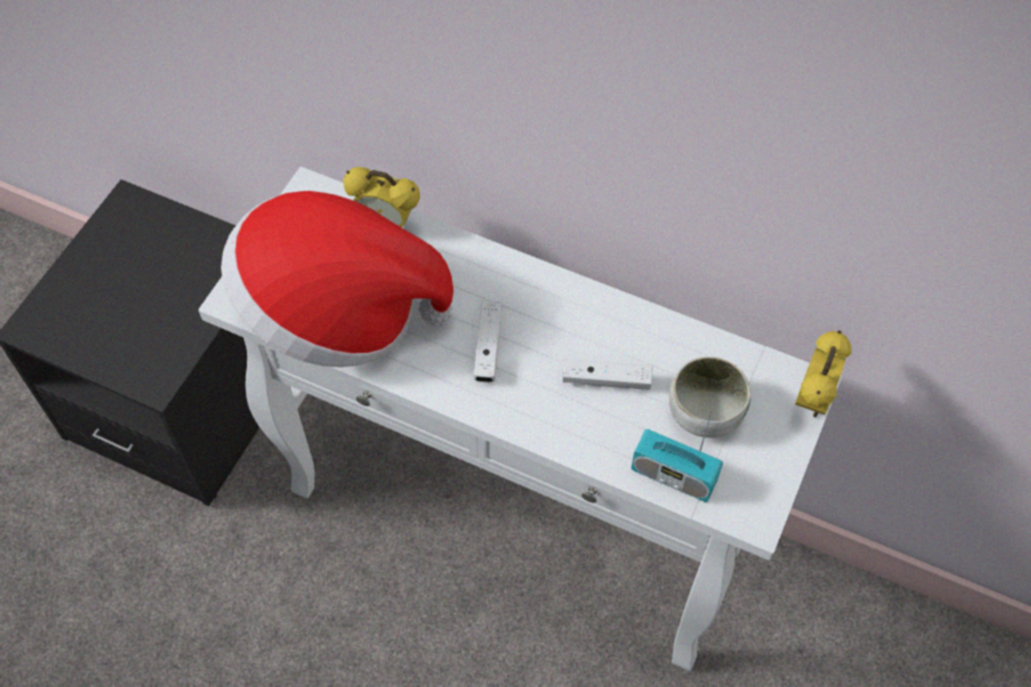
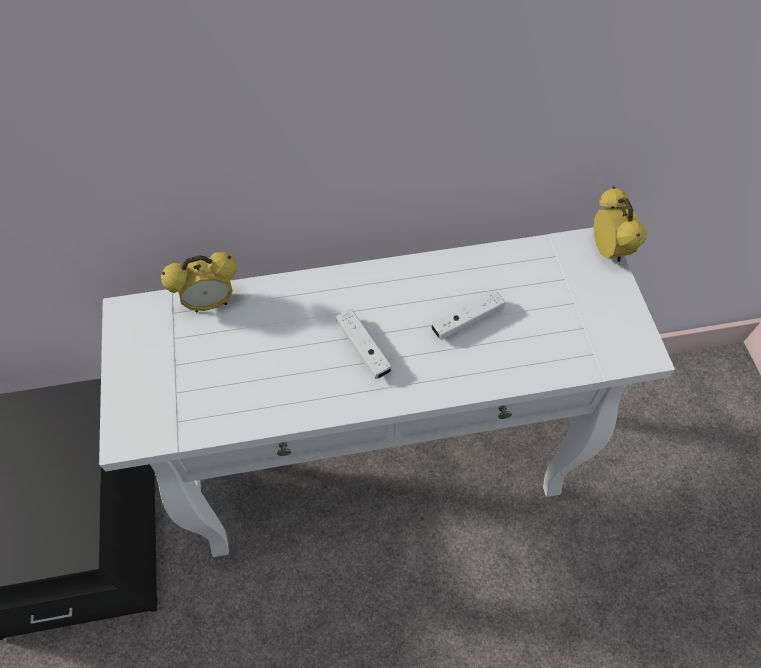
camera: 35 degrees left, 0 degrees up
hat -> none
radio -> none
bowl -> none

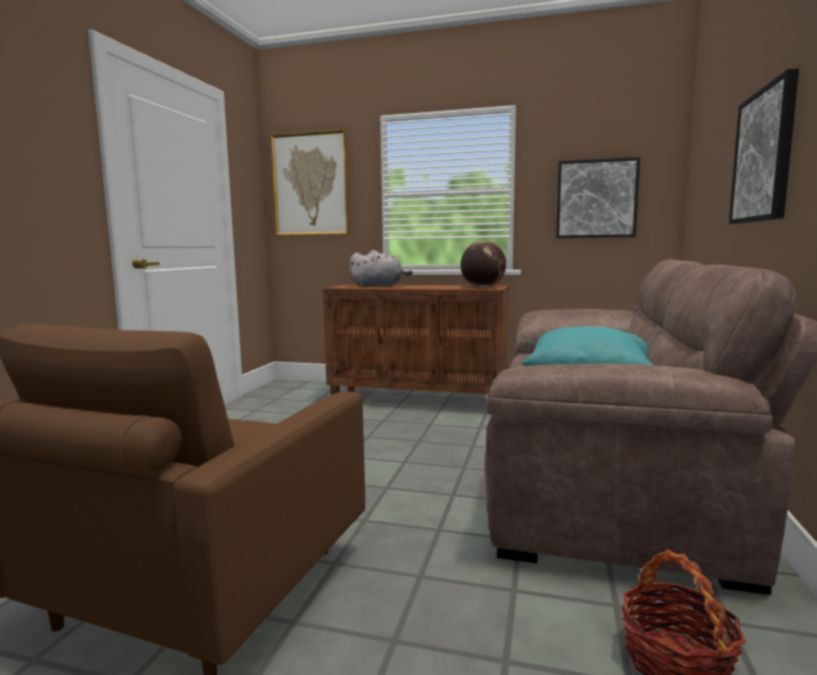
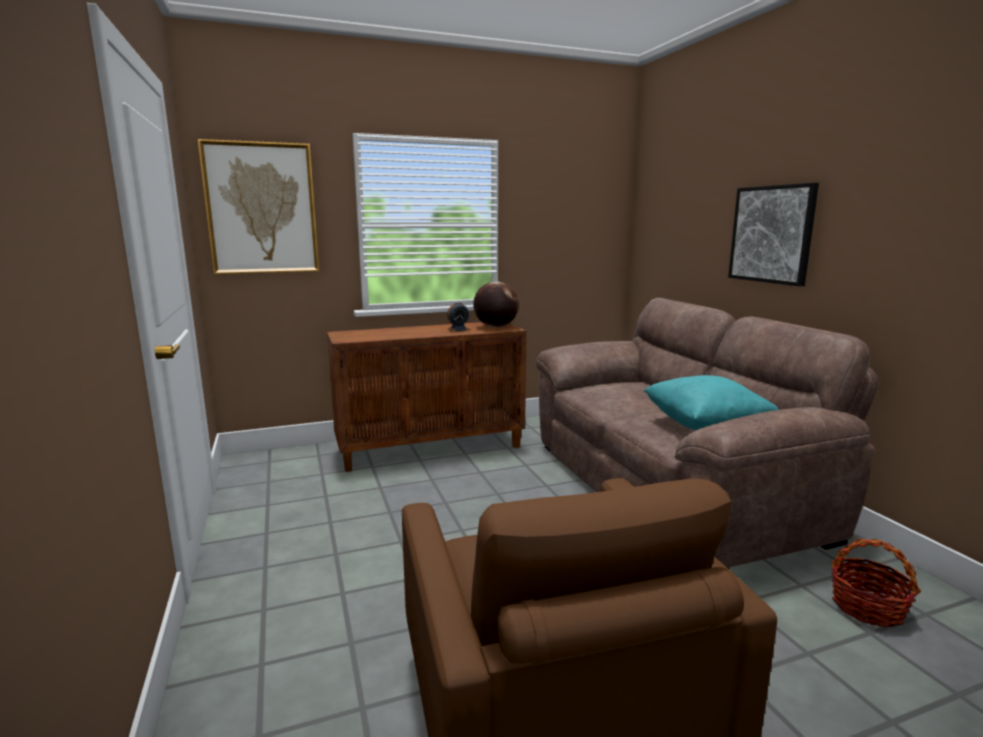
camera: 35 degrees left, 5 degrees up
gray plush toy -> none
wall art (no. 2 from left) -> none
none -> bedside clock

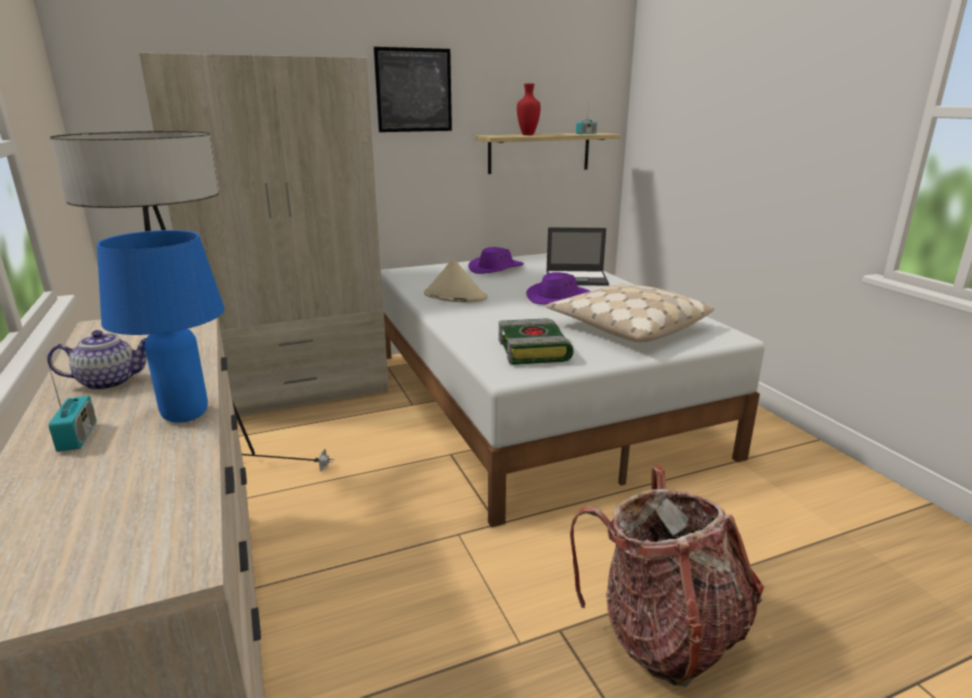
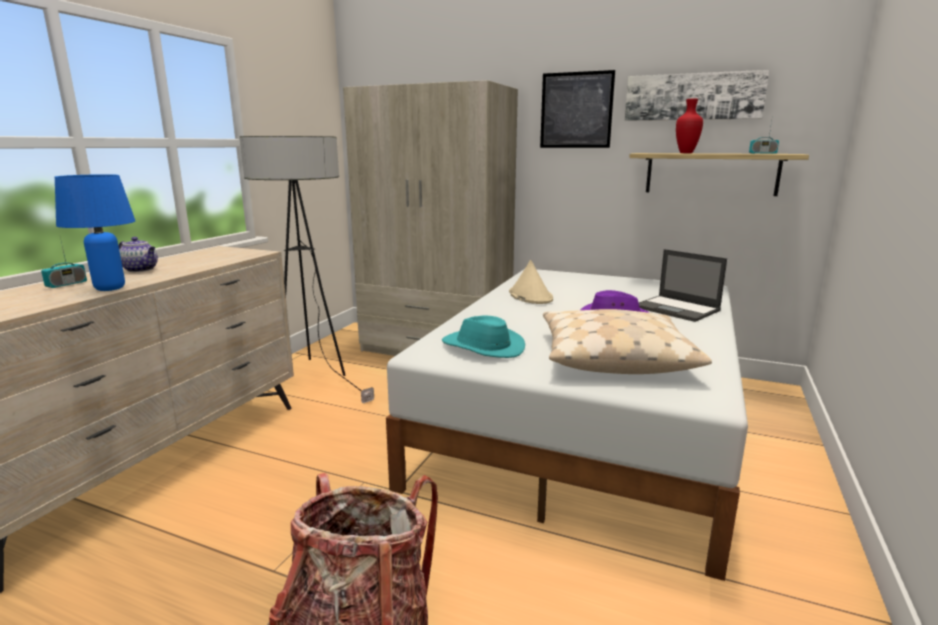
camera: 45 degrees right, 5 degrees down
purple hat (no. 1 from left) -> none
none -> wall art (no. 2 from left)
bound book -> blue-green hat

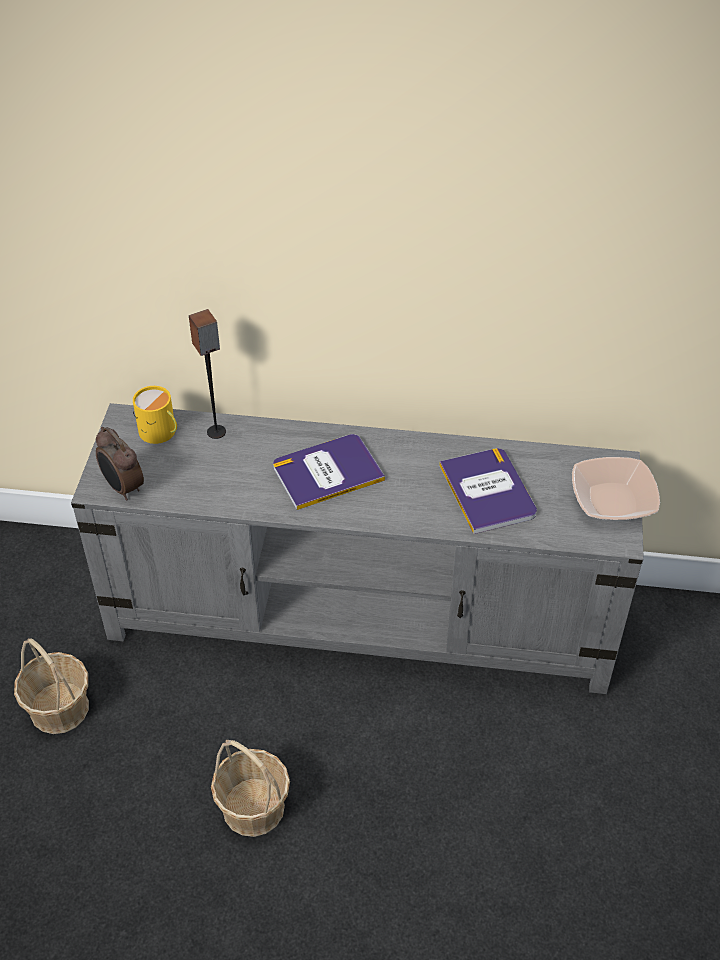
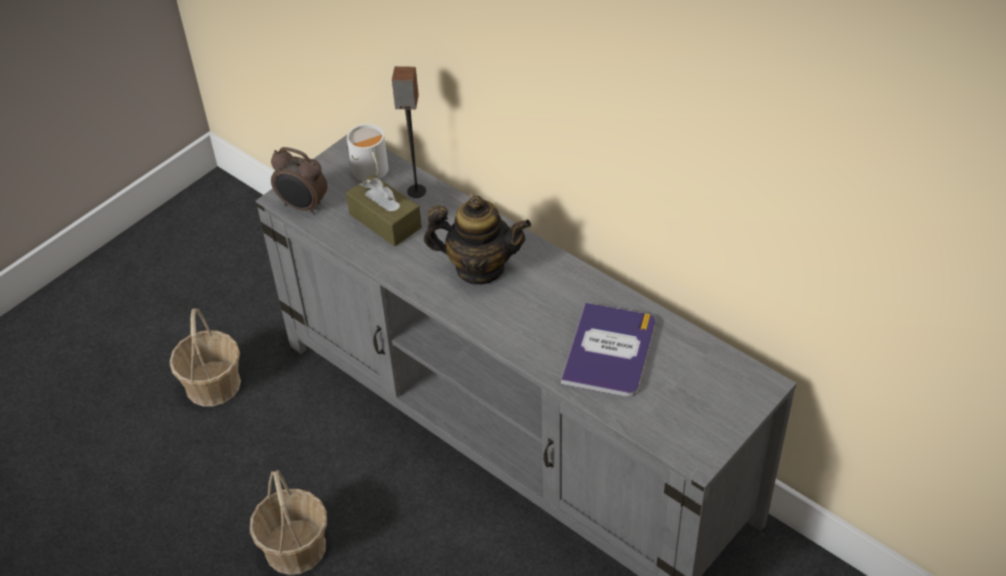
camera: 35 degrees right, 0 degrees up
bowl -> none
none -> brown tissue box
bound book (no. 1 from left) -> pot for tea
yellow-coloured coffee mug -> whitish coffee mug
bedside clock, 60 degrees counterclockwise

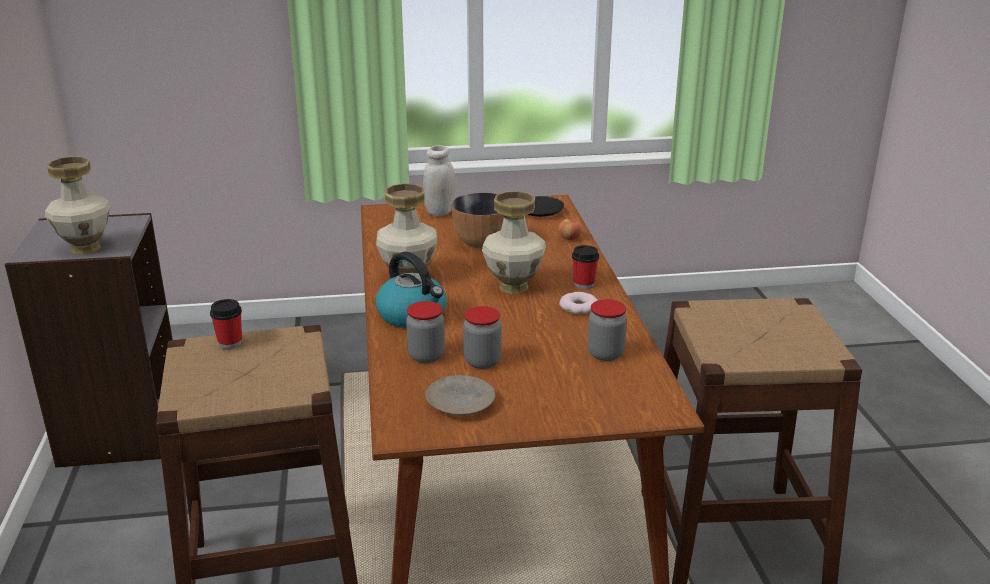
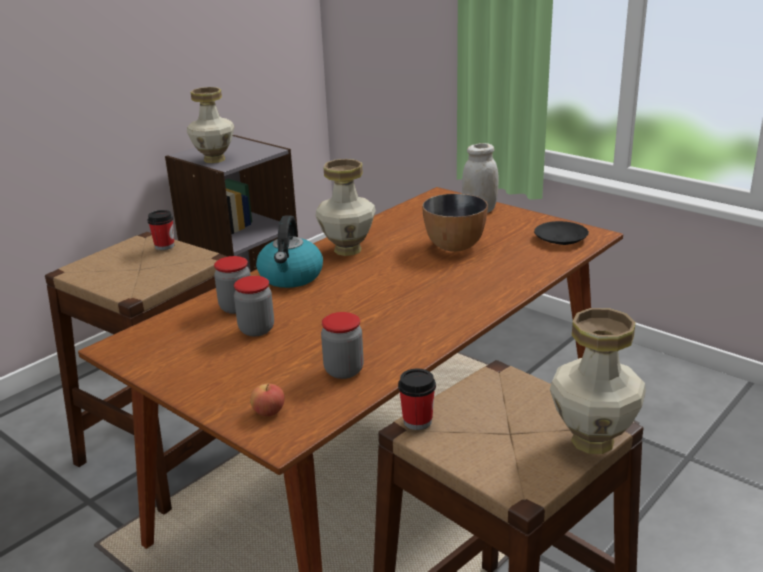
camera: 50 degrees right, 0 degrees up
beige flat dish -> none
ring doughnut -> none
flower vase (no. 3 from left), shifted
apple, shifted
cup (no. 2 from left), shifted

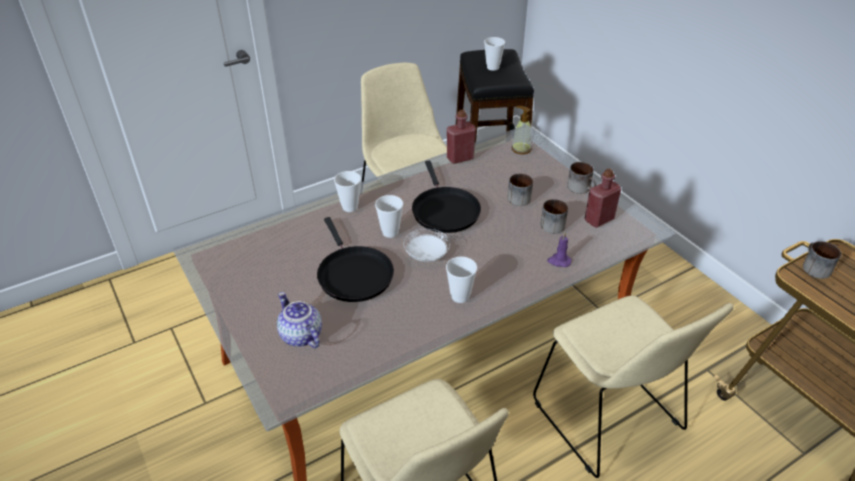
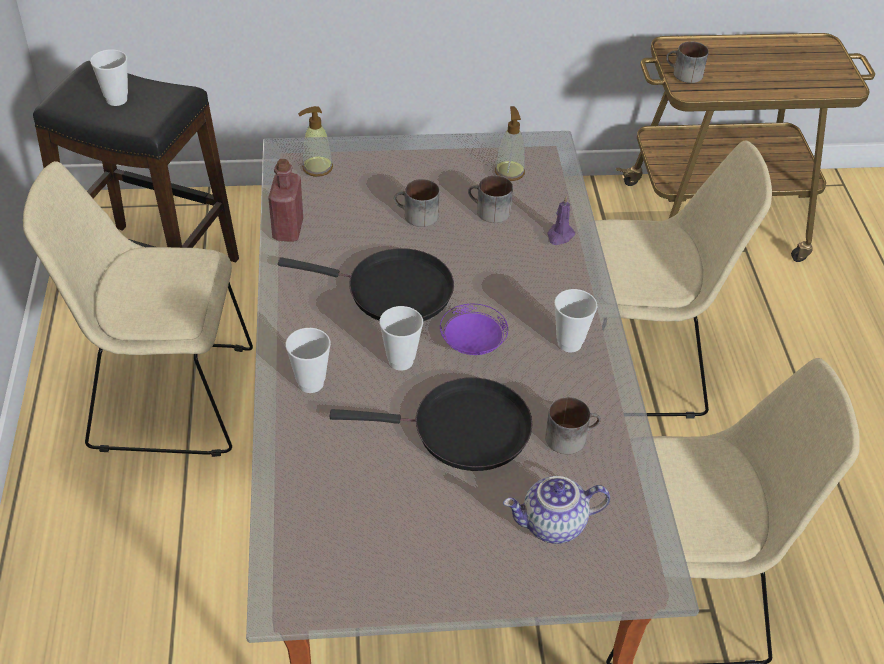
camera: 65 degrees left, 5 degrees up
coffee mug (no. 3 from left), shifted
red drink bottle (no. 2 from left) -> soap bottle (no. 2 from left)
whitish flat dish -> purple flat dish

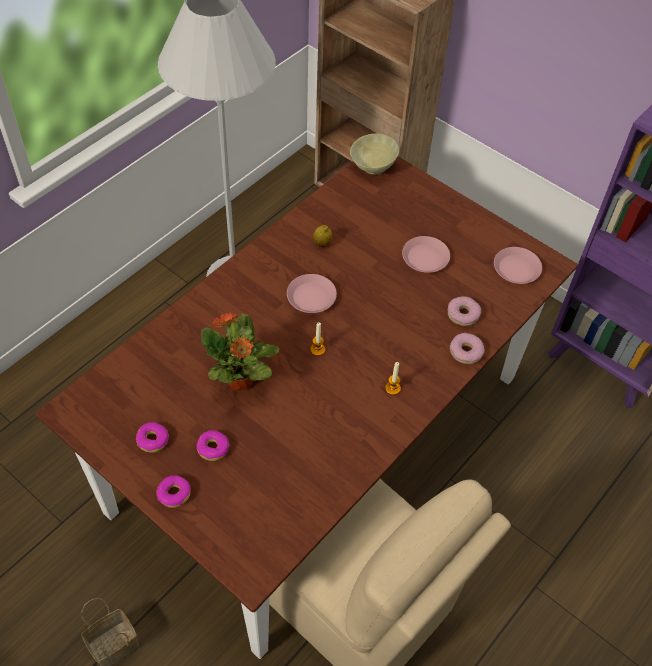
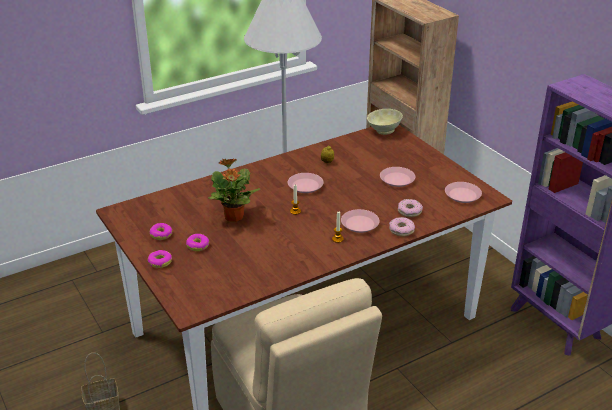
camera: 20 degrees right, 20 degrees down
none -> pink flat dish (no. 2 from left)

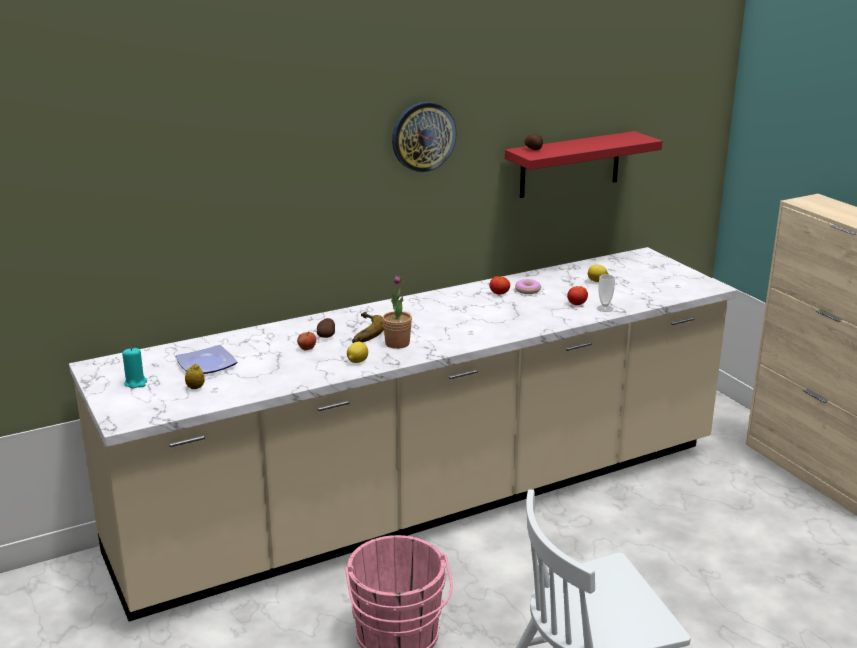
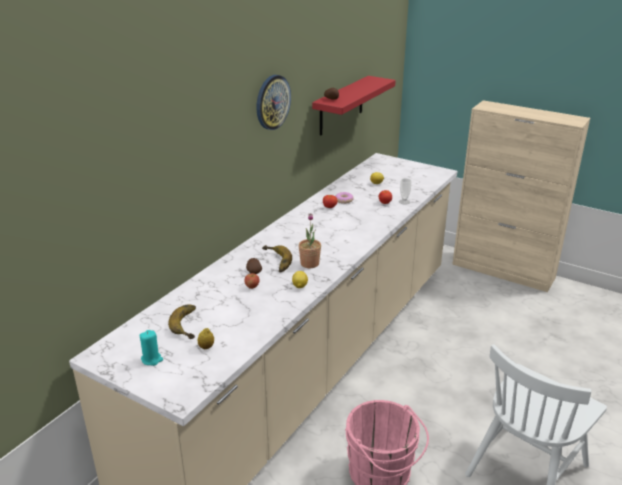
camera: 30 degrees left, 5 degrees up
flat dish -> whole banana (no. 1 from left)

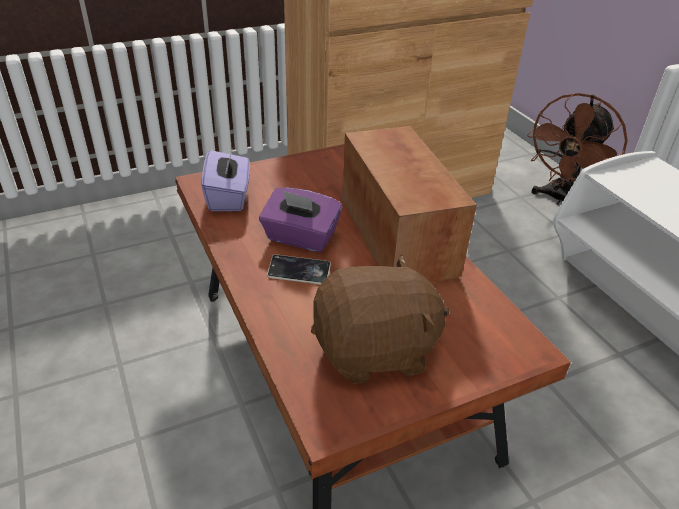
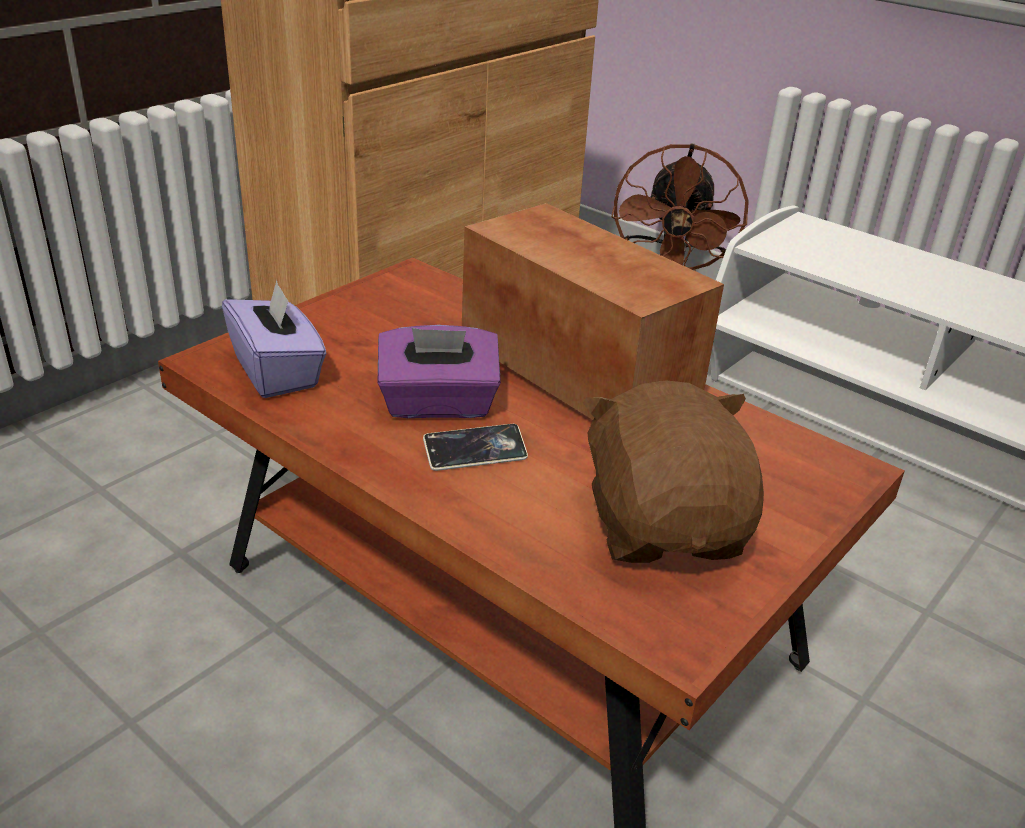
camera: 25 degrees left, 5 degrees down
brown plush toy, 60 degrees counterclockwise

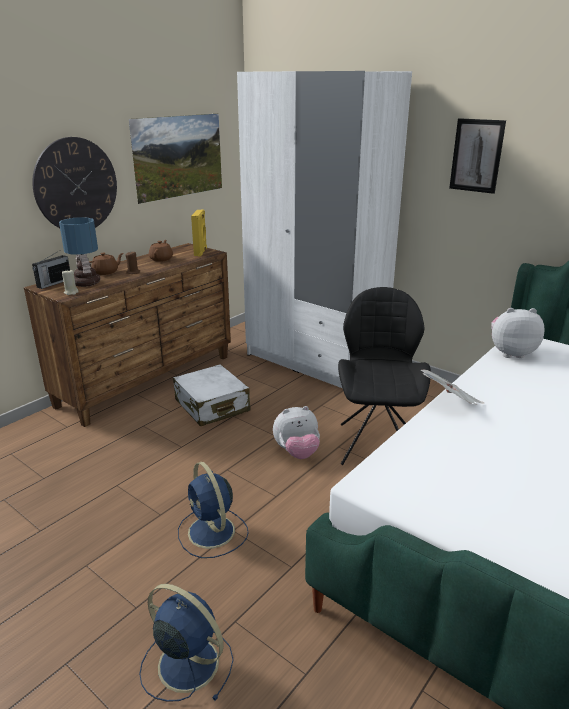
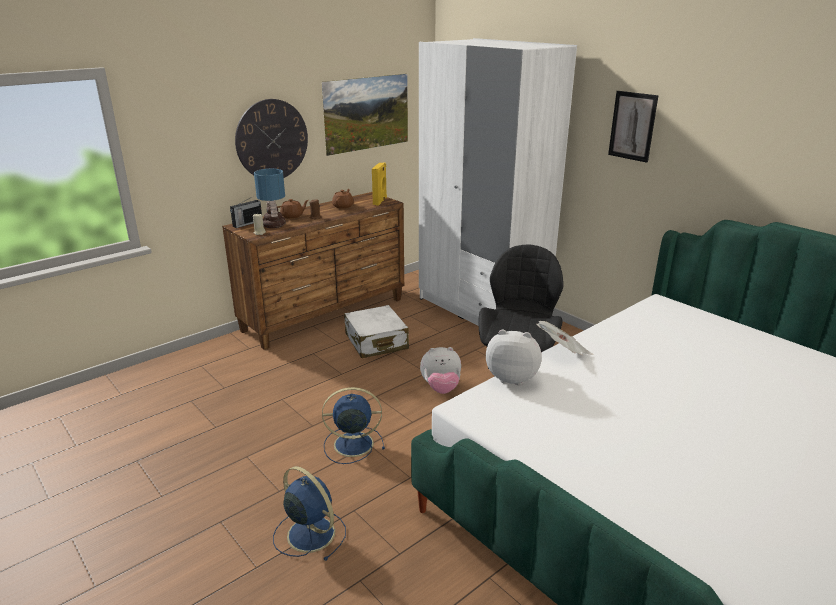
camera: 10 degrees right, 0 degrees up
plush toy (no. 2 from left), shifted
blue electric fan (no. 2 from left), 105 degrees clockwise

